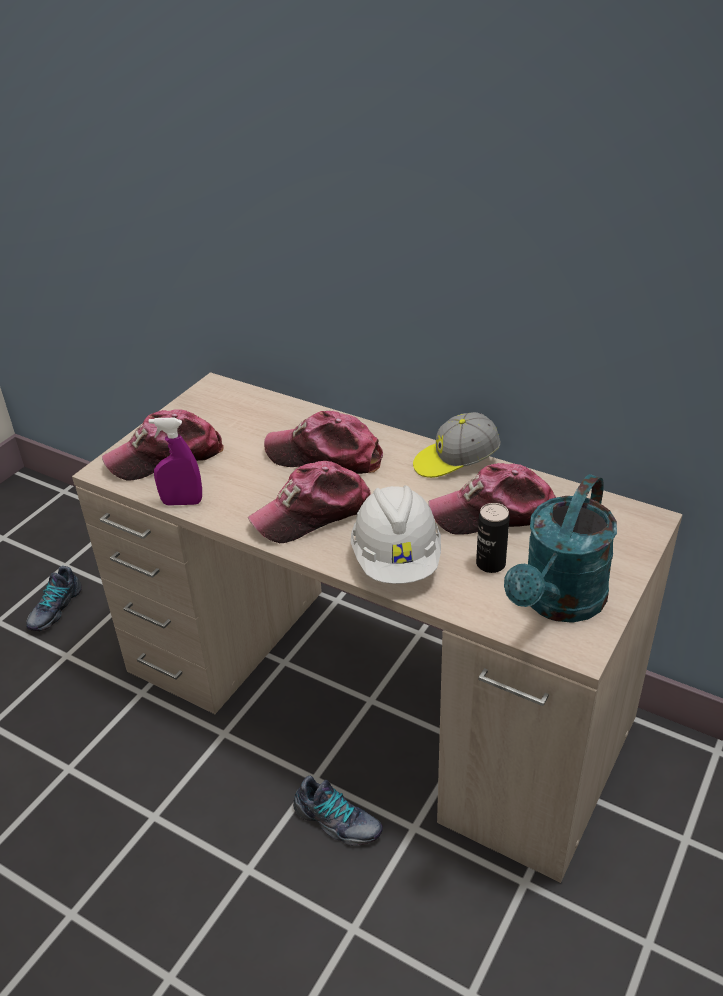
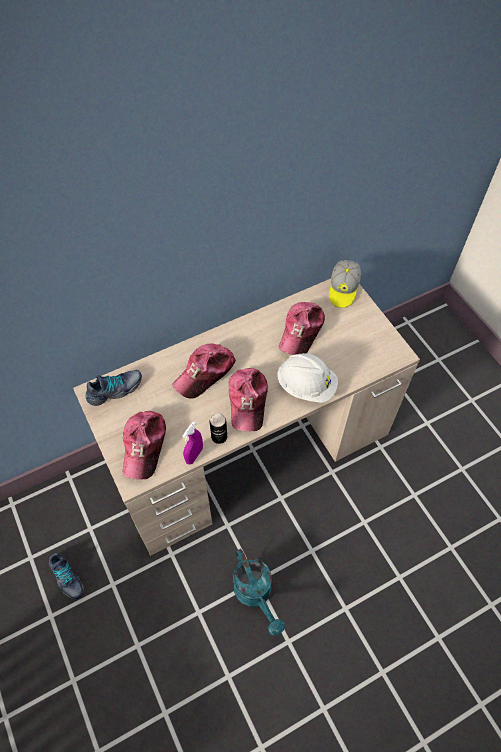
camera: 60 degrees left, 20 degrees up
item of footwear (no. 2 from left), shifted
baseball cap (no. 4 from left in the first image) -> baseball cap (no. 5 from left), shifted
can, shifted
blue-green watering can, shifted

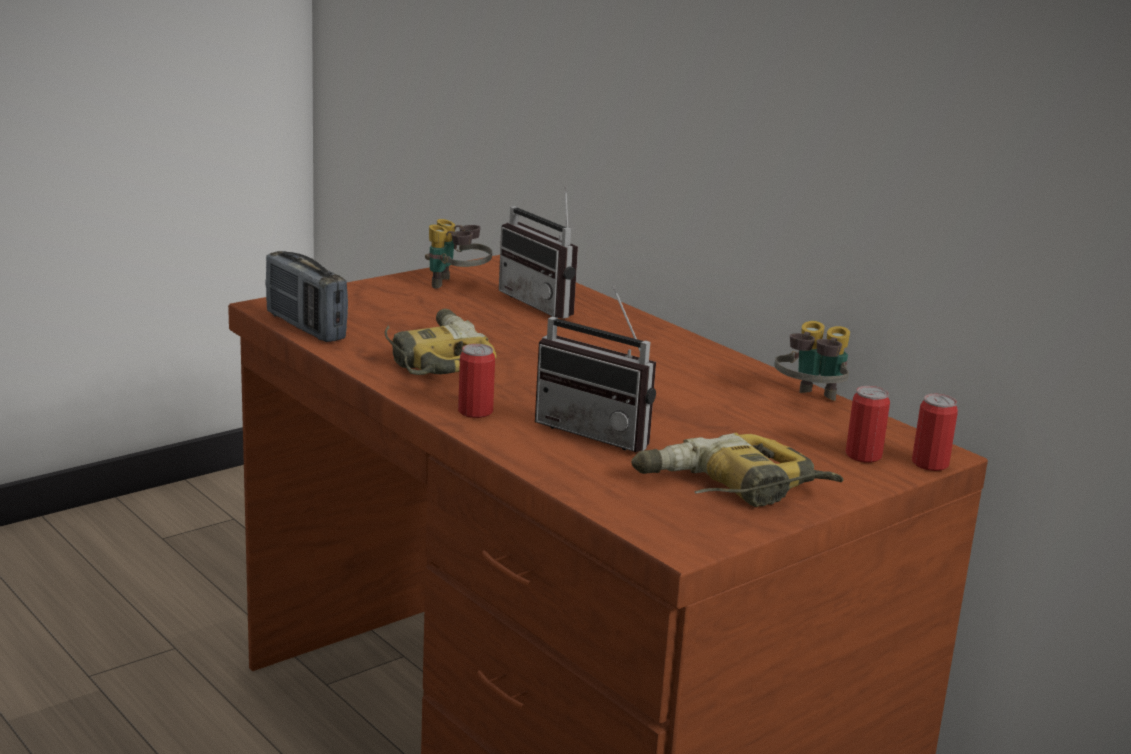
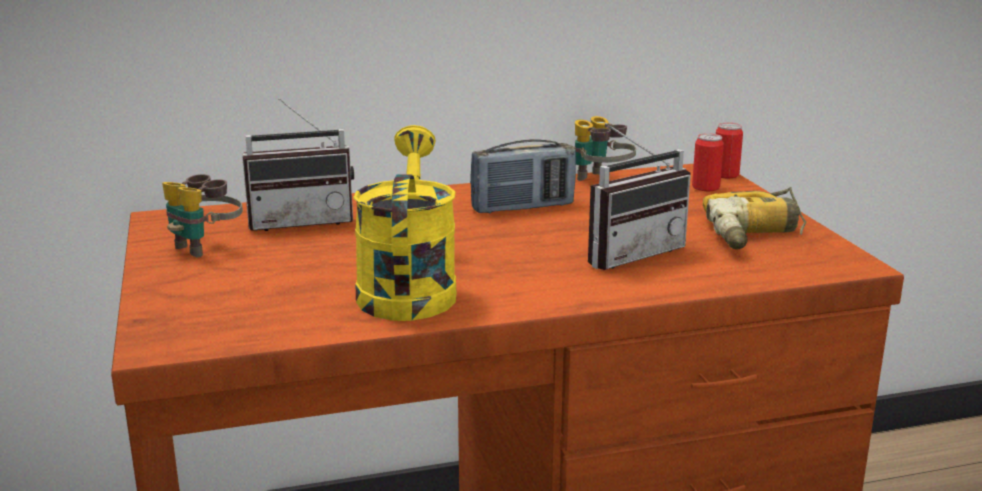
camera: 65 degrees left, 0 degrees up
can (no. 1 from left) -> none
radio (no. 1 from left in the first image) -> radio (no. 2 from left), shifted
drill (no. 1 from left) -> yellow-coloured watering can

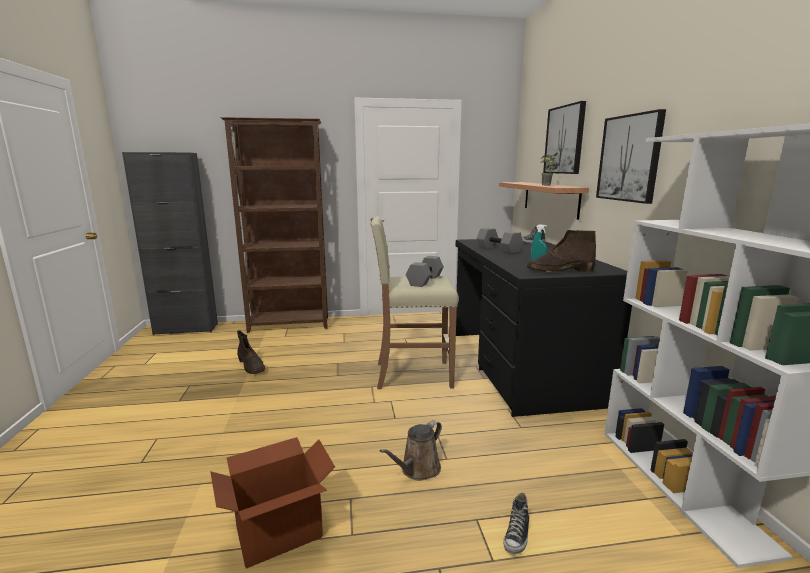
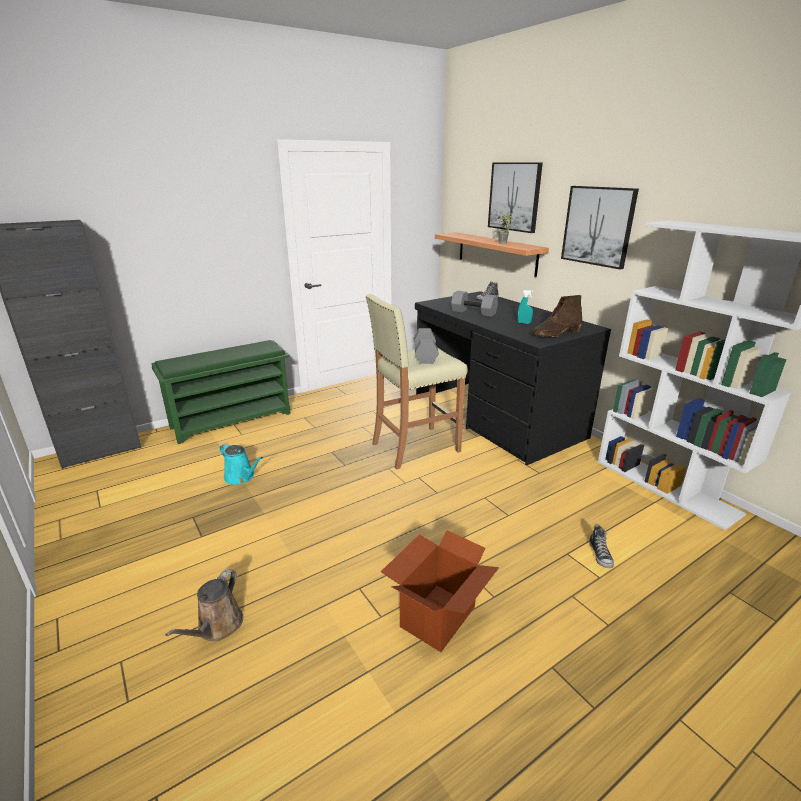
camera: 25 degrees left, 10 degrees up
brown watering can, shifted
brown shelving unit -> green shoe stand
brown high-top boot (no. 1 from left) -> blue-green watering can

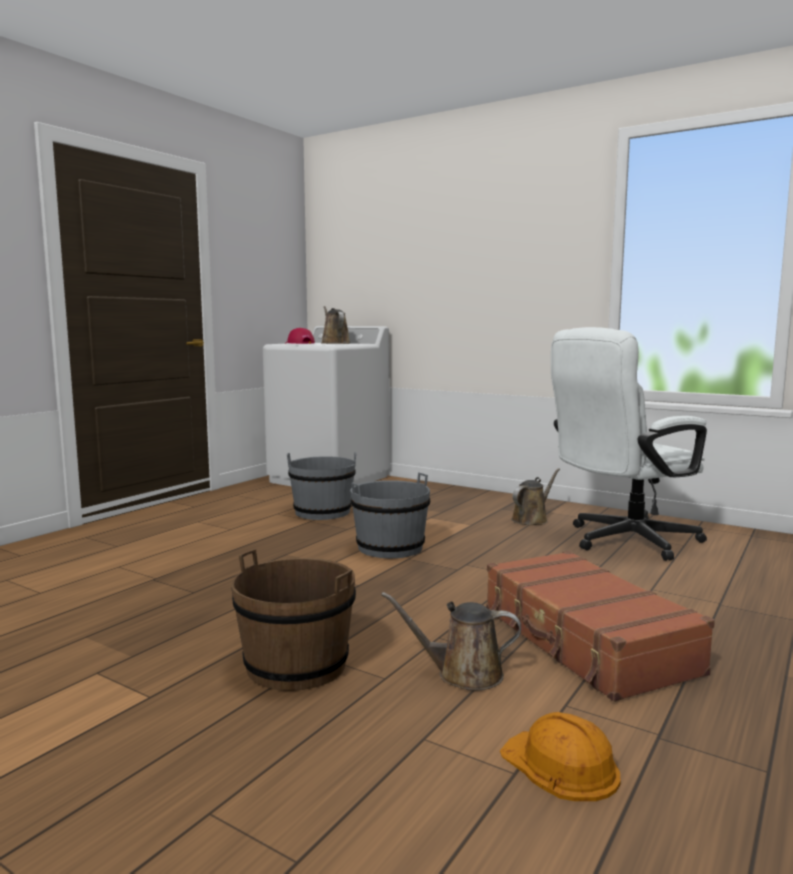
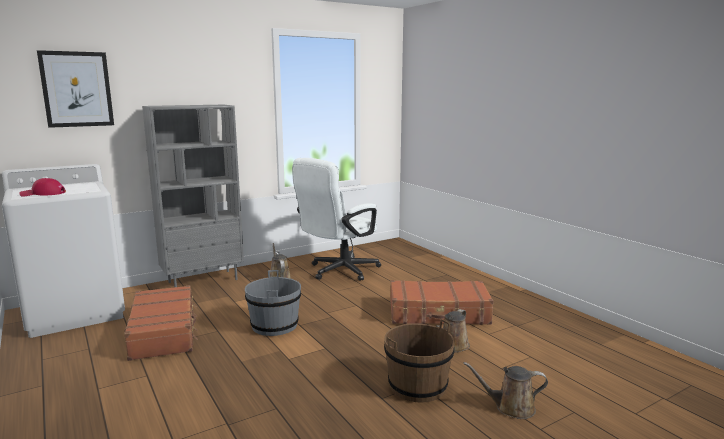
camera: 65 degrees left, 5 degrees up
orangey safety helmet -> none
none -> wall art
none -> gray shelving unit
brown watering can (no. 1 from left in the first image) -> brown watering can (no. 3 from left), shifted
gray pail (no. 1 from left) -> brown suitcase (no. 1 from left)
whitish office chair, 45 degrees clockwise

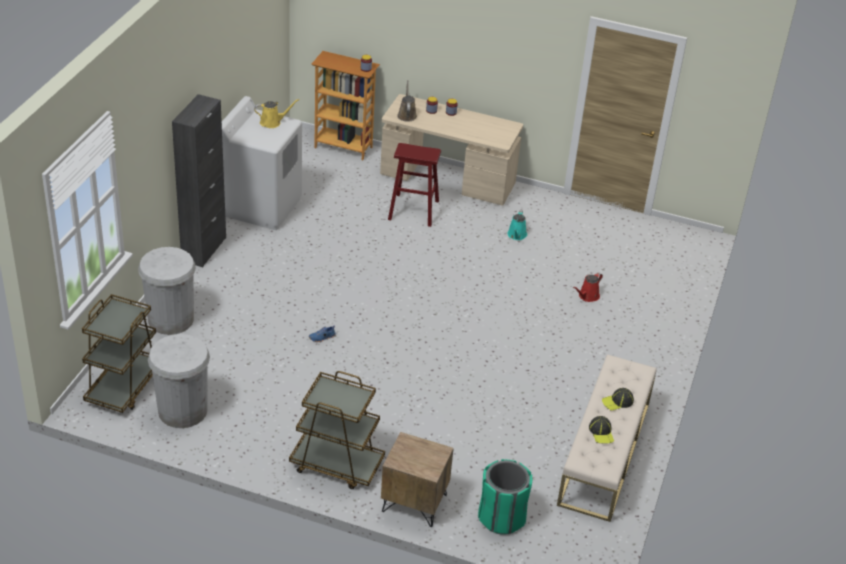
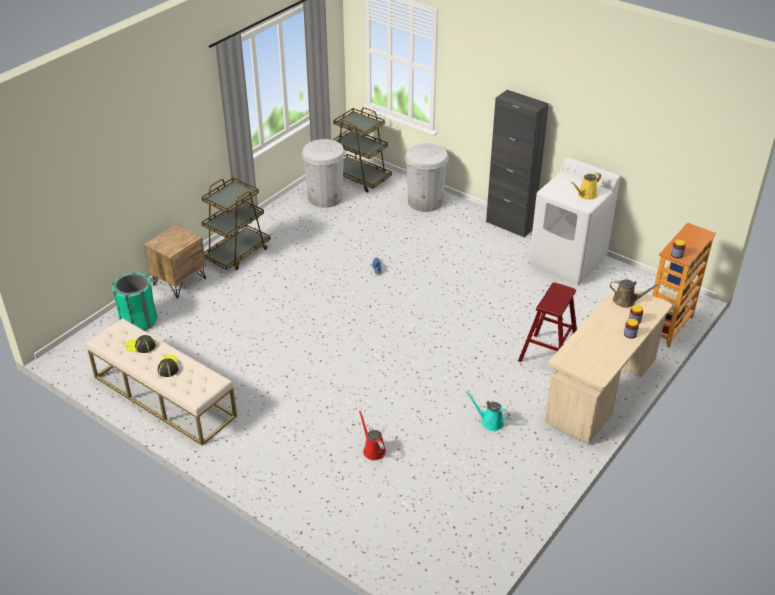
camera: 110 degrees right, 0 degrees up
yellow-coloured watering can, 45 degrees clockwise

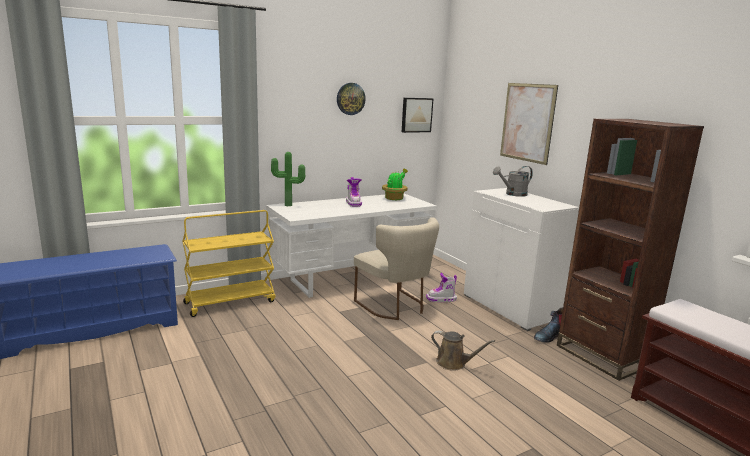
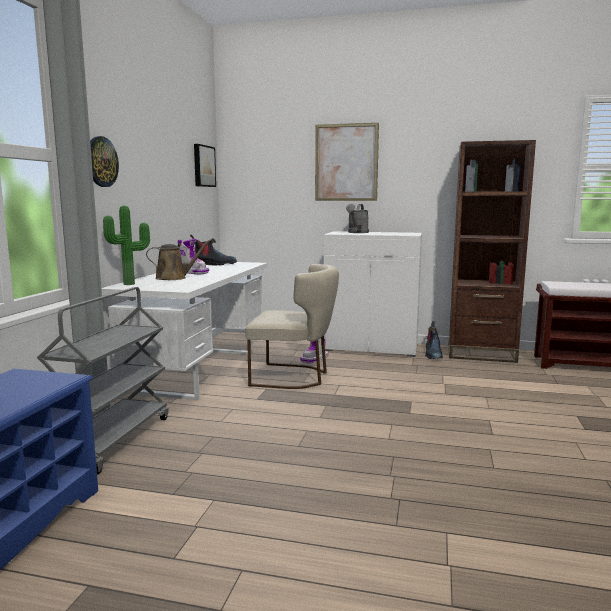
camera: 45 degrees left, 5 degrees down
clock on the wall, shifted
brown watering can, shifted
potted plant (no. 2 from left) -> high-top boot (no. 2 from left)
yellow-coloured trolley -> gray trolley

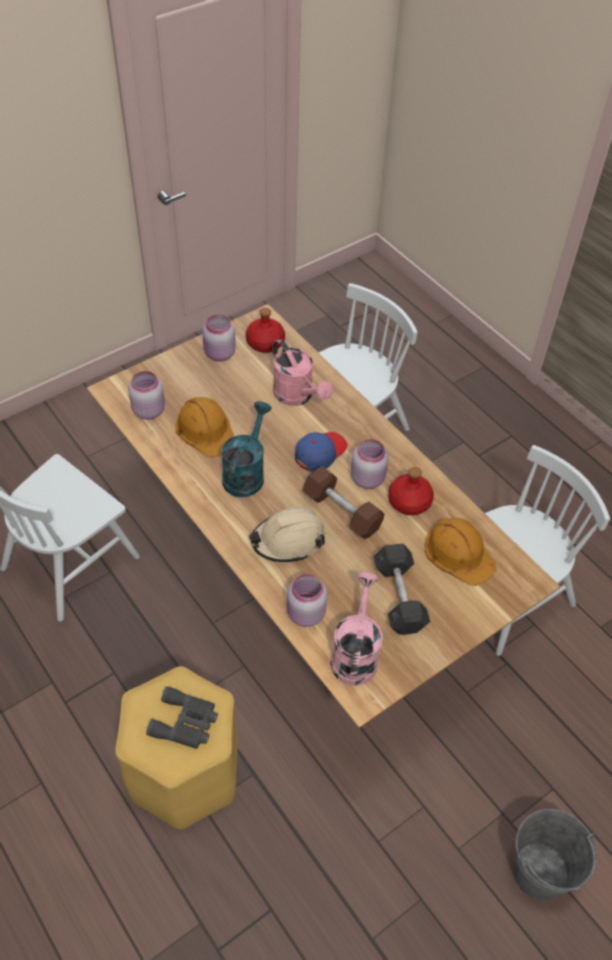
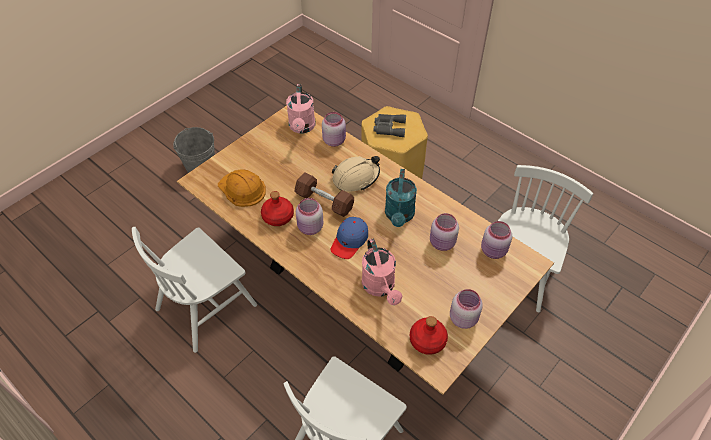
camera: 170 degrees right, 0 degrees up
gray dumbbell -> none
orangey safety helmet (no. 1 from left) -> pink preserve jar (no. 3 from left)
pink watering can (no. 1 from left in the first image) -> pink watering can (no. 2 from left), 150 degrees counterclockwise

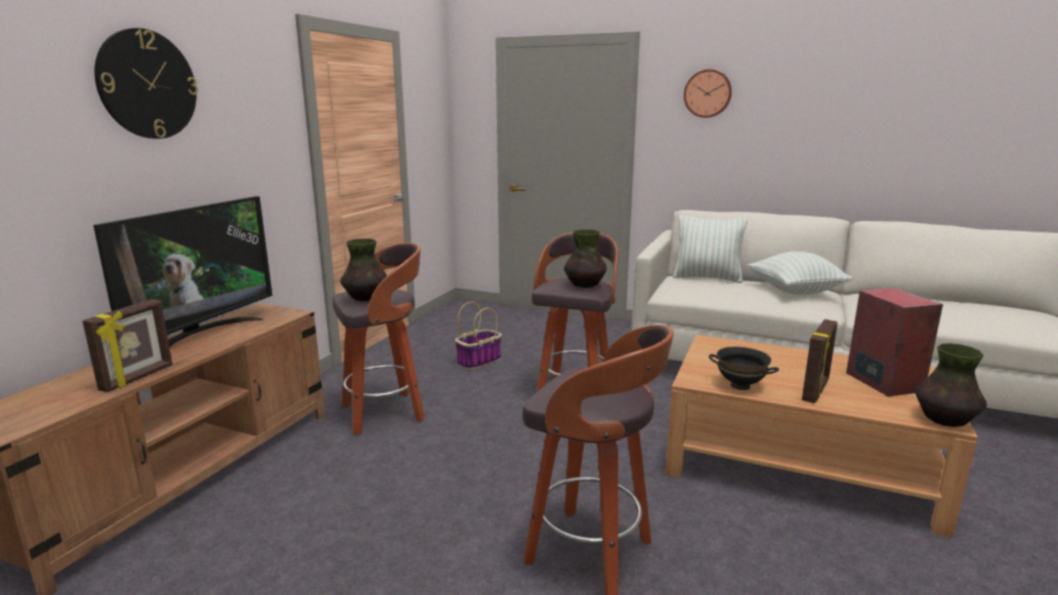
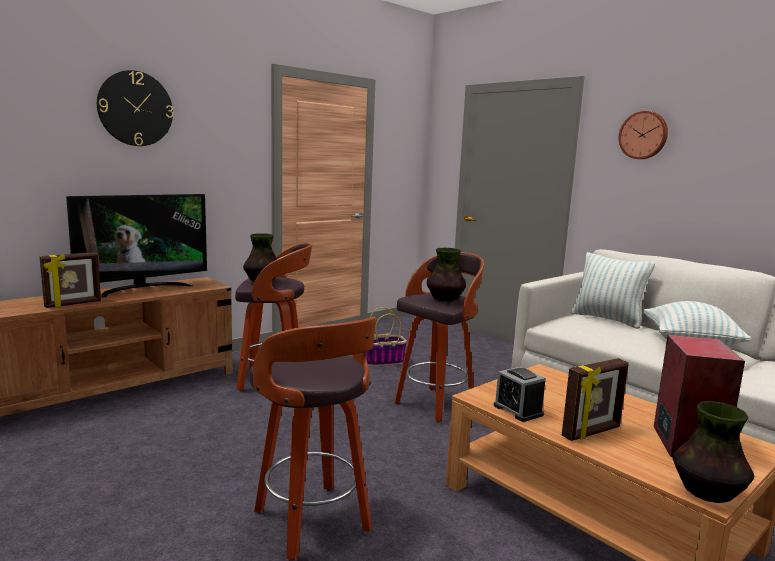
camera: 25 degrees right, 5 degrees down
black bowl -> bedside clock

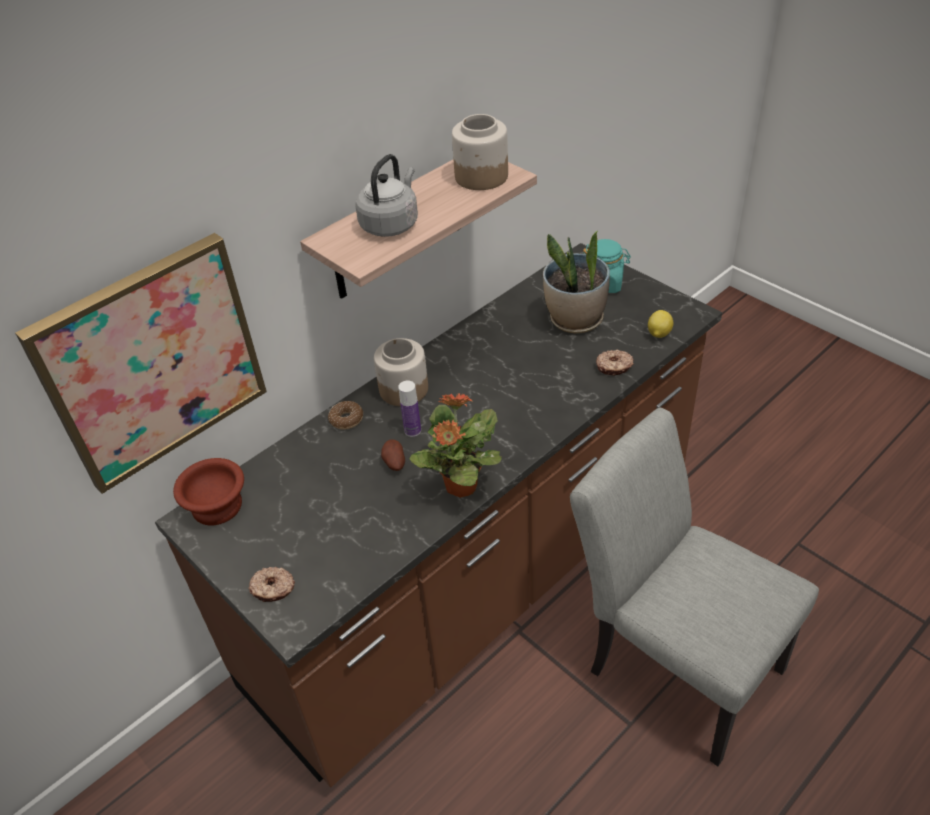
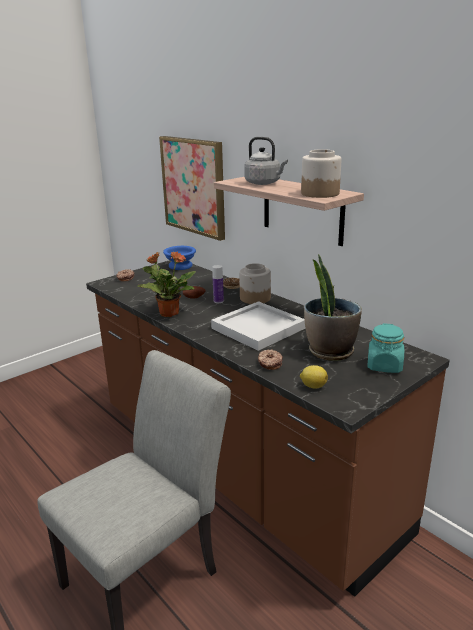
camera: 90 degrees right, 20 degrees down
none -> whitish tray
brown bowl -> blue bowl

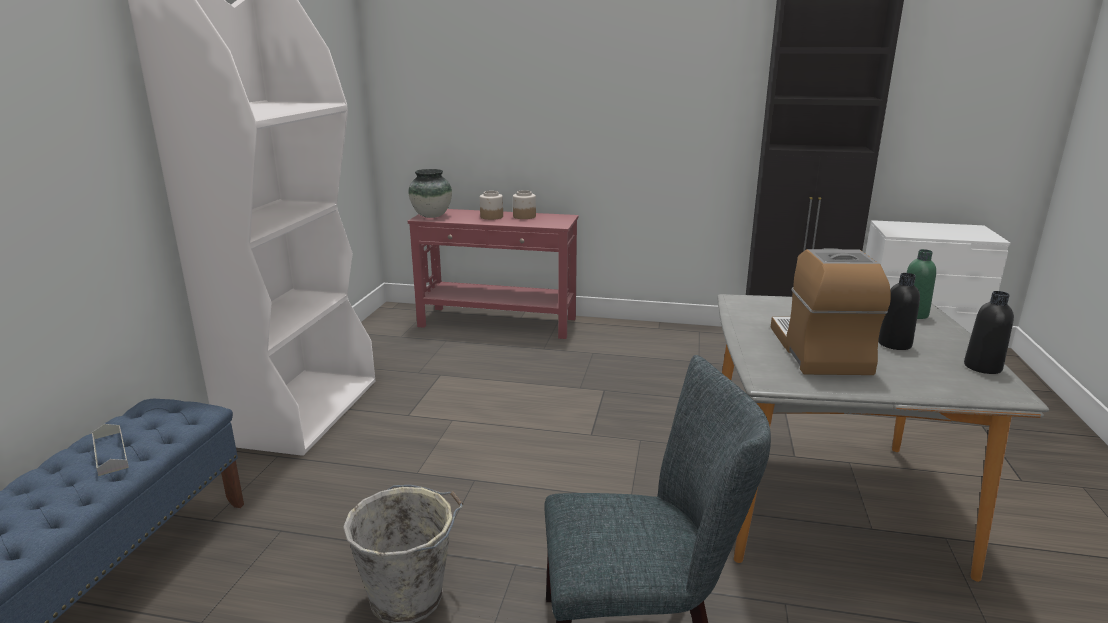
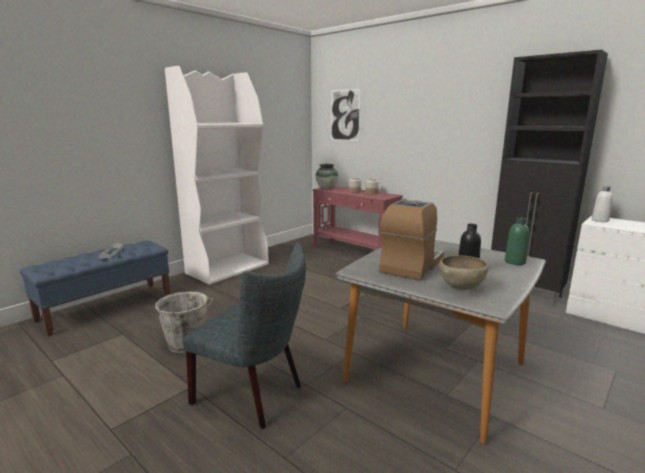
camera: 30 degrees right, 5 degrees down
black drink bottle (no. 2 from left) -> none
none -> wall art
none -> brown bowl
none -> whitish drink bottle

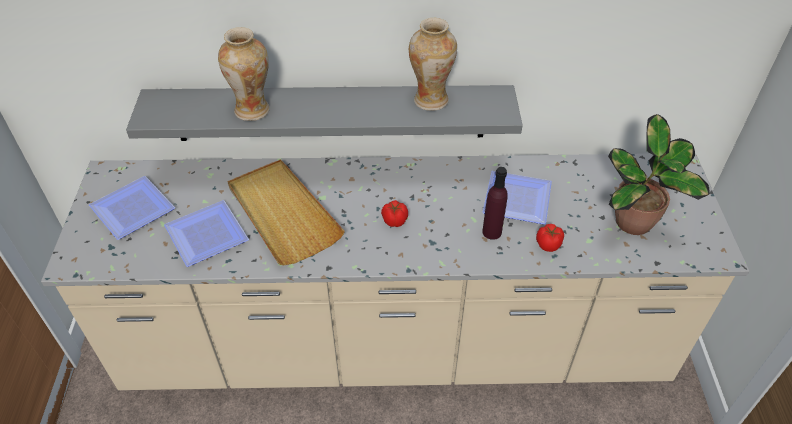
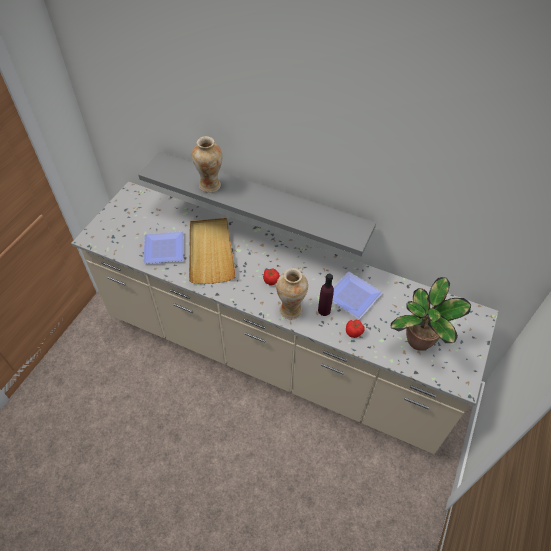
camera: 25 degrees right, 5 degrees up
flat dish (no. 1 from left) -> none
flower vase (no. 2 from left), shifted

